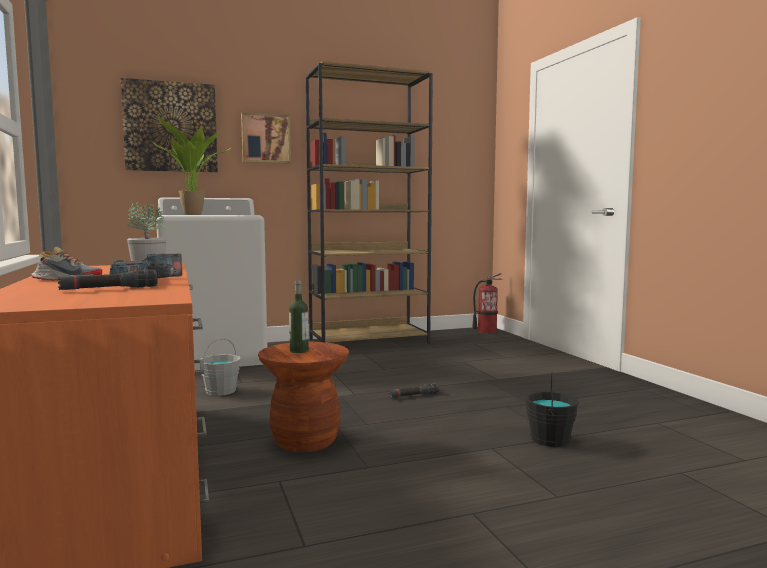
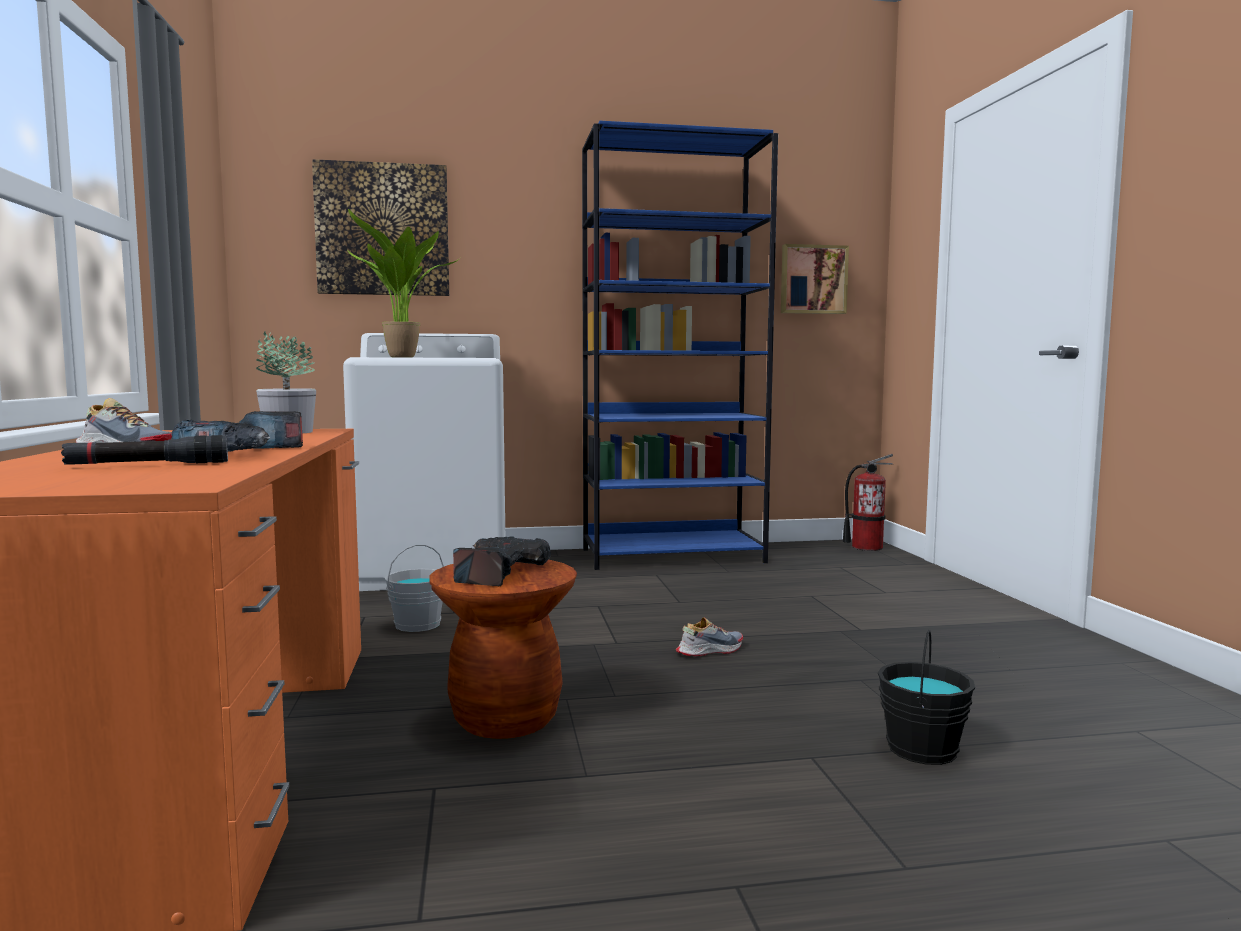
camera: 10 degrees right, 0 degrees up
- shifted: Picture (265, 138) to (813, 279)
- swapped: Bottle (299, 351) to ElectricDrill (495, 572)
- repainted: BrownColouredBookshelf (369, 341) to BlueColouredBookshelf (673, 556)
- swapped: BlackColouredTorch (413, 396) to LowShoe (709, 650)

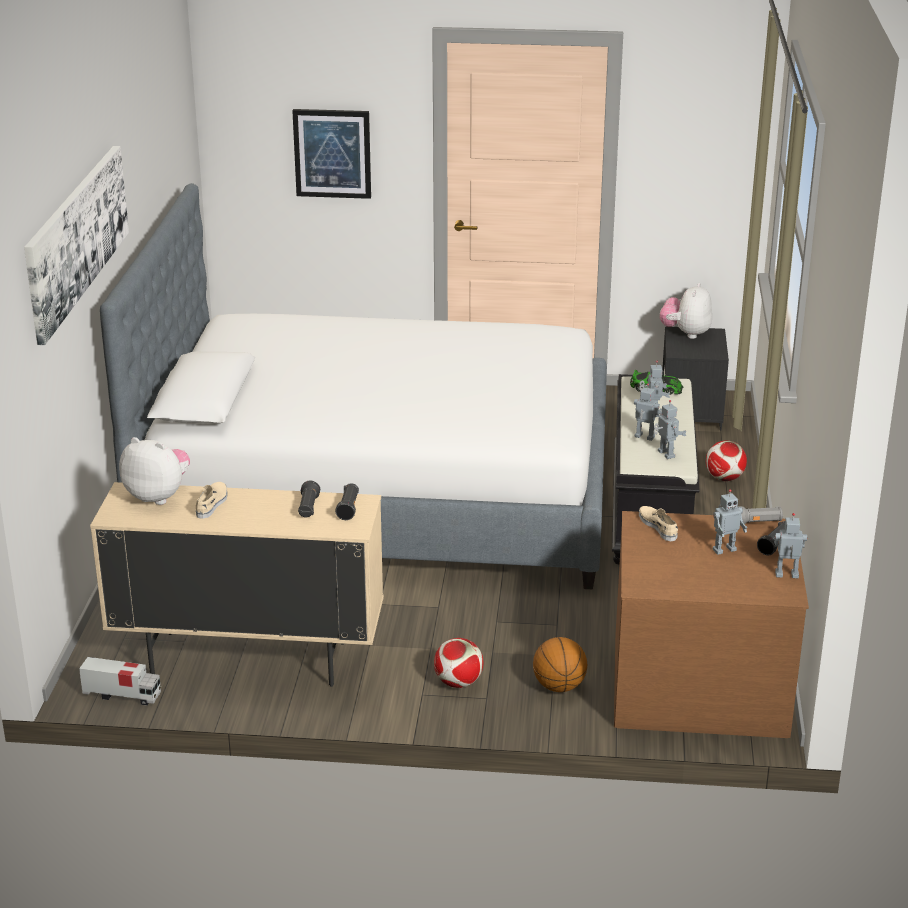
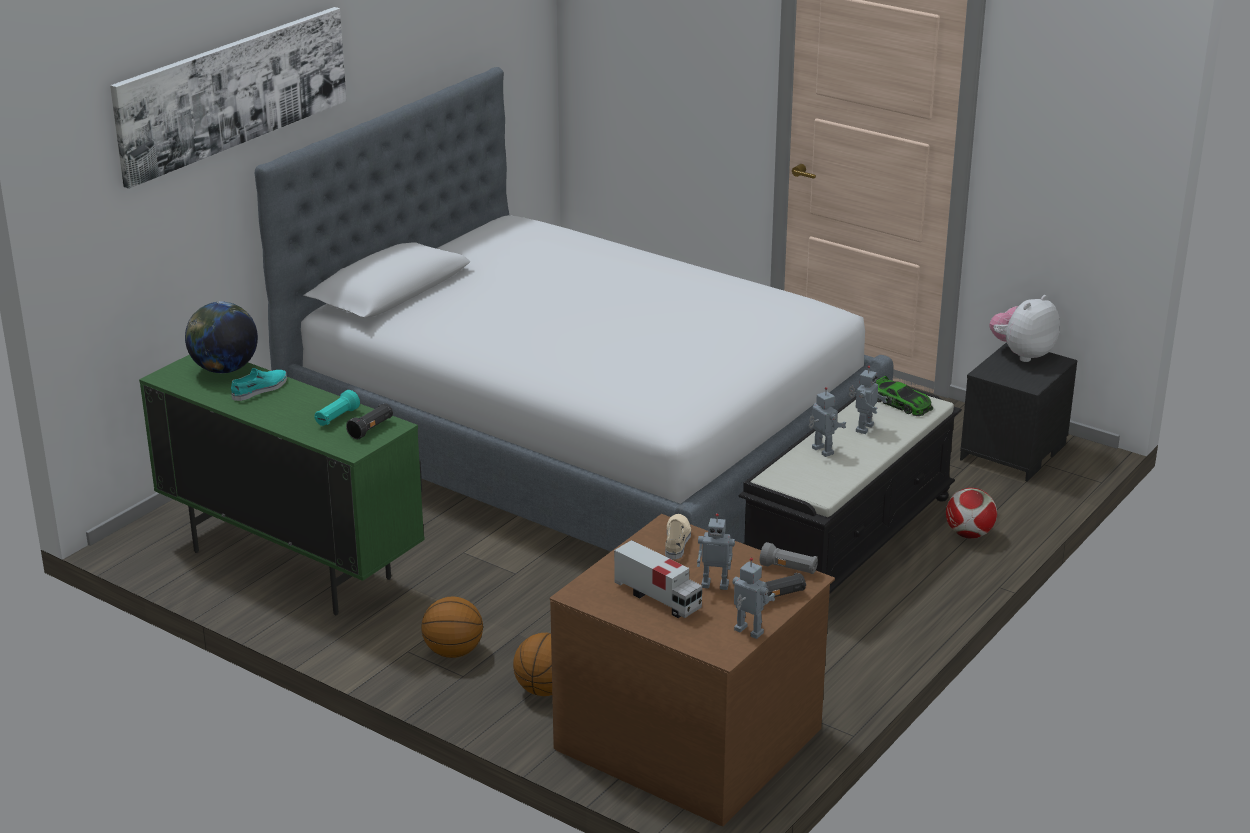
camera: 30 degrees right, 0 degrees up
- shifted: ToyLorry (122, 695) to (658, 598)
- repainted: BeigeColouredCupboard (248, 659) to GreenCupboard (290, 565)
- swapped: SoftToy (158, 496) to WorldGlobe (224, 369)
- repainted: BeigeColouredLowShoe (212, 503) to BlueGreenLowShoe (260, 389)
- gone: Picture (332, 153)
- repainted: BlackColouredTorch (308, 508) to BlueGreenTorch (336, 418)
- swapped: BallForFootball (458, 682) to Basketball (453, 652)
- gone: ModelRobot (665, 454)

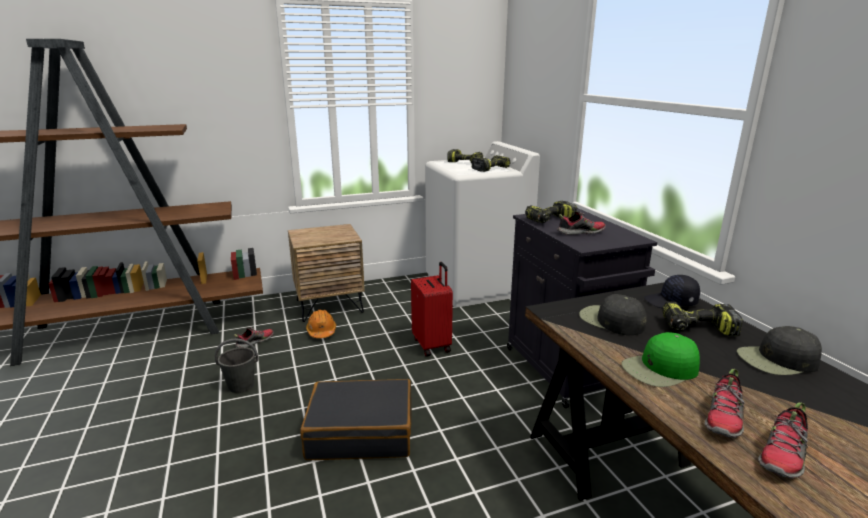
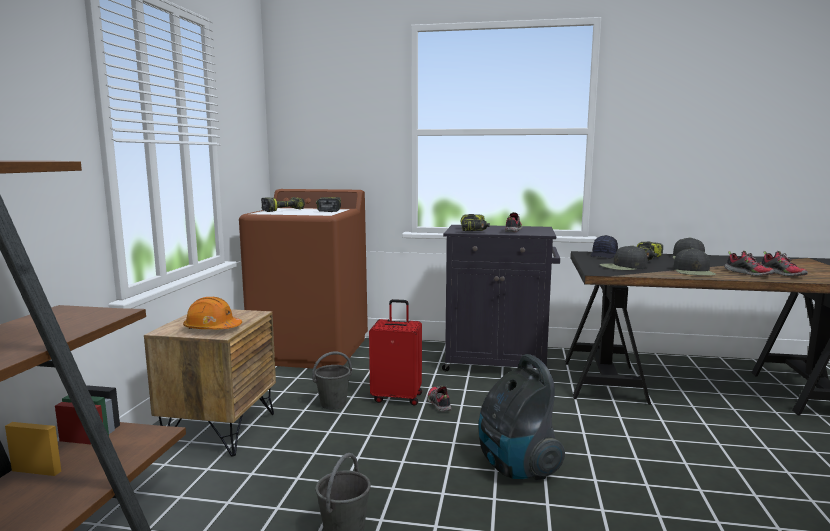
camera: 60 degrees left, 10 degrees down
- shifted: LowShoe (255, 341) to (438, 403)
- swapped: BlackColouredPieceOfLuggage (361, 432) to Vacuum (516, 467)
- shifted: OrangeHardHat (321, 331) to (212, 328)
- repainted: WhiteColouredLaundryMachine (476, 286) to BrownColouredLaundryMachine (311, 350)
- repainted: GreenPeakedCap (660, 369) to BlackColouredPeakedCap (694, 271)
- new: GrayWaterBucket (333, 403)

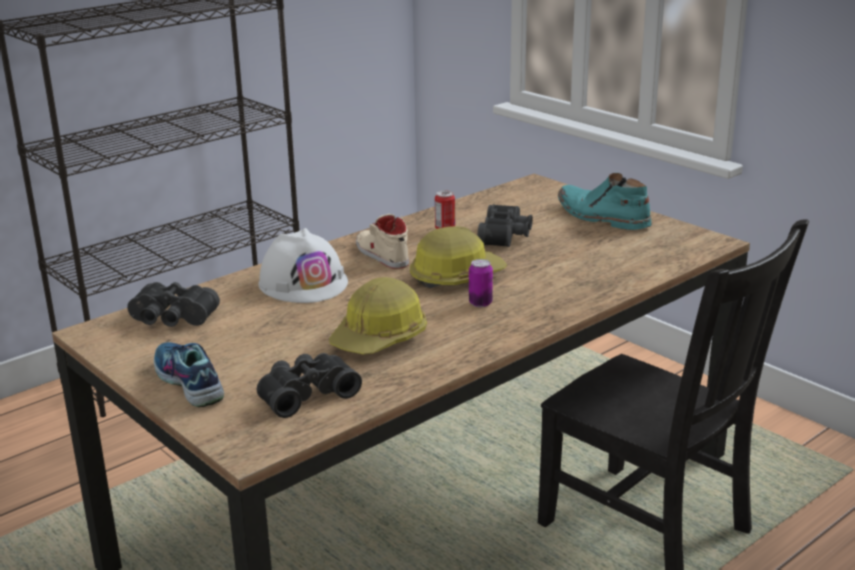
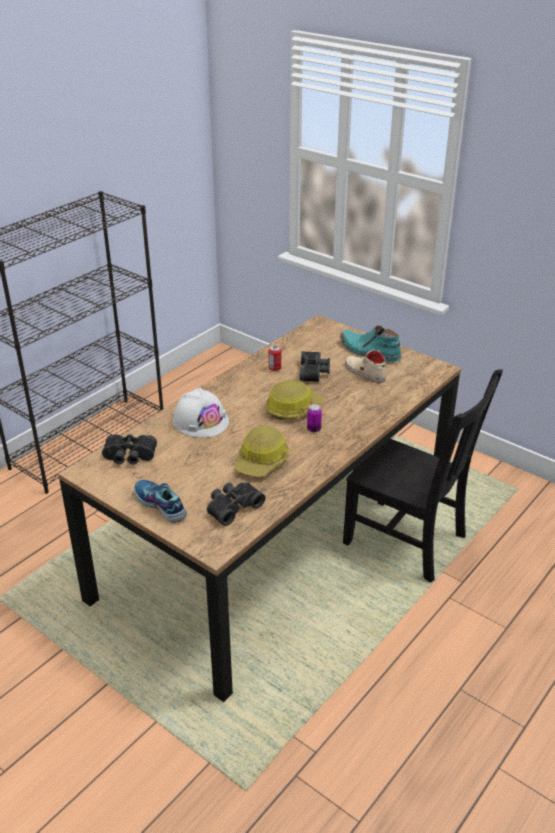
camera: 10 degrees left, 10 degrees up
- shifted: BeigeColouredLowShoe (381, 254) to (364, 372)

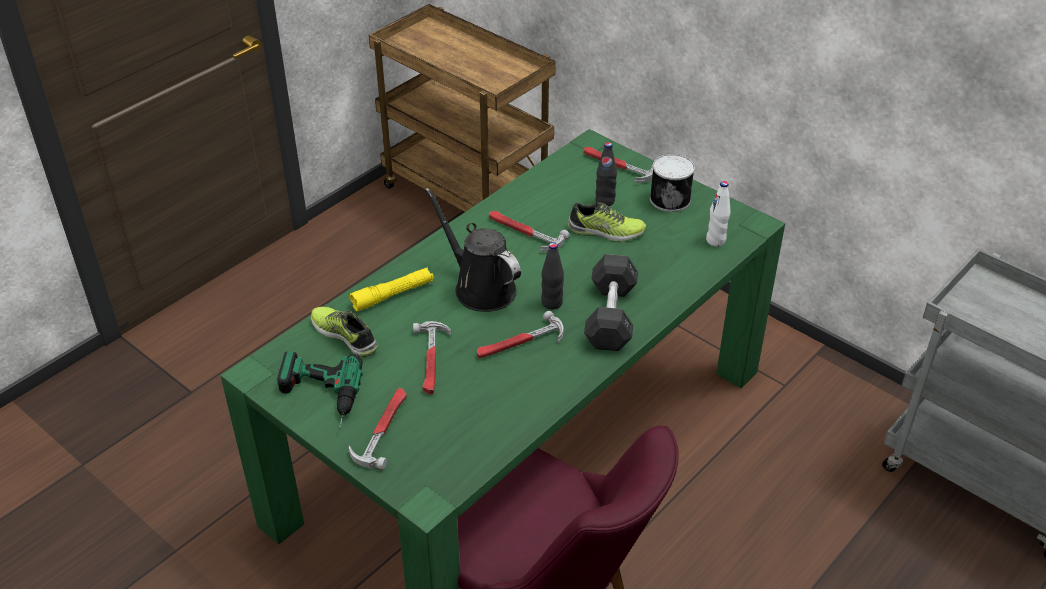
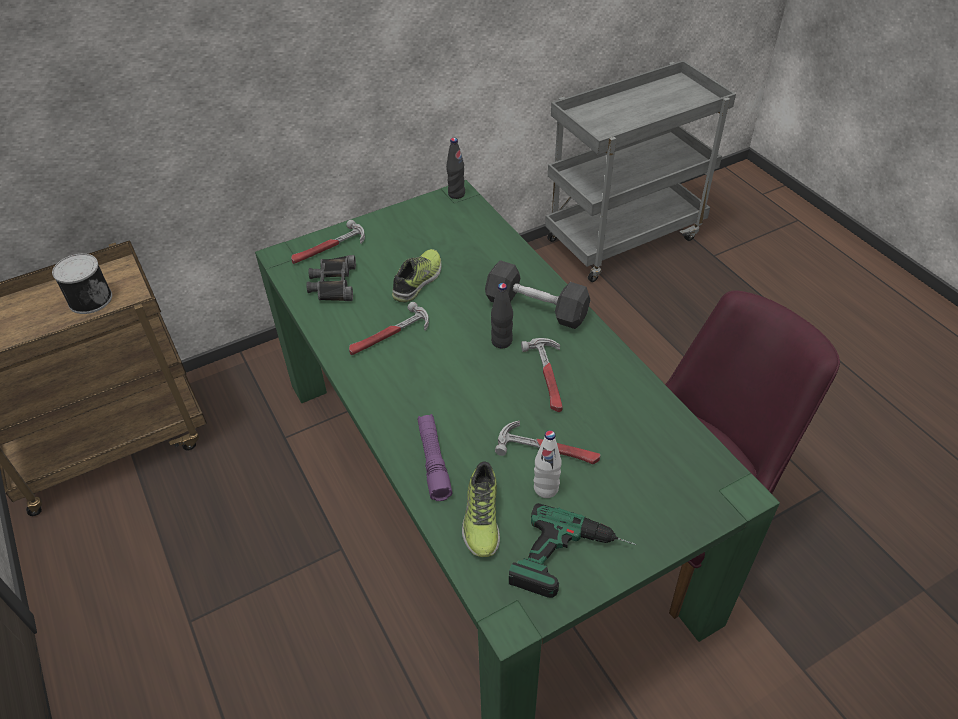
camera: 70 degrees left, 5 degrees up
- rotated: LowShoe (345, 335) = (481, 517) 60 degrees counterclockwise
- gone: HandHammer (382, 429)
- repainted: YellowTorch (393, 295) to PurpleColouredTorch (433, 461)
- gone: BlackColouredSprinklingCan (480, 287)
- shifted: BlackColouredBottle (605, 201) to (456, 194)
- shifted: SealedCan (670, 198) to (90, 299)
- shifted: WhiteColouredBottle (715, 240) to (546, 488)
- new: BlackColouredPairOfBinoculars (333, 284)

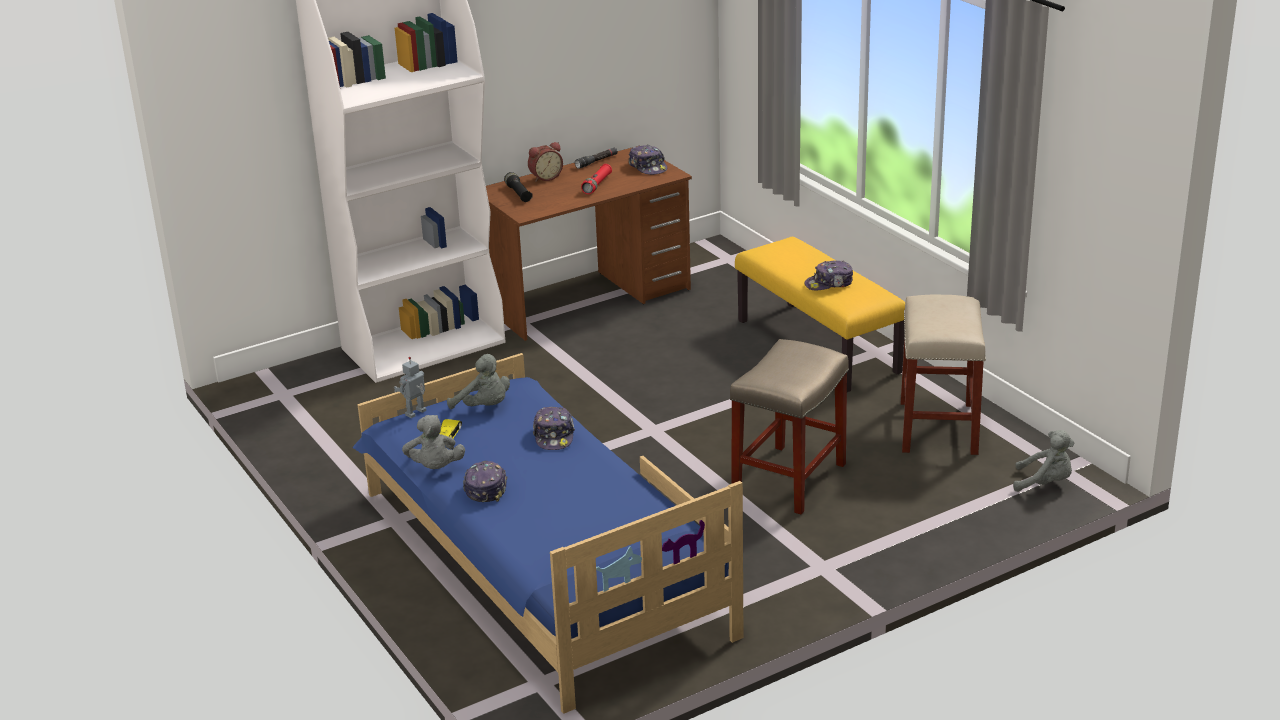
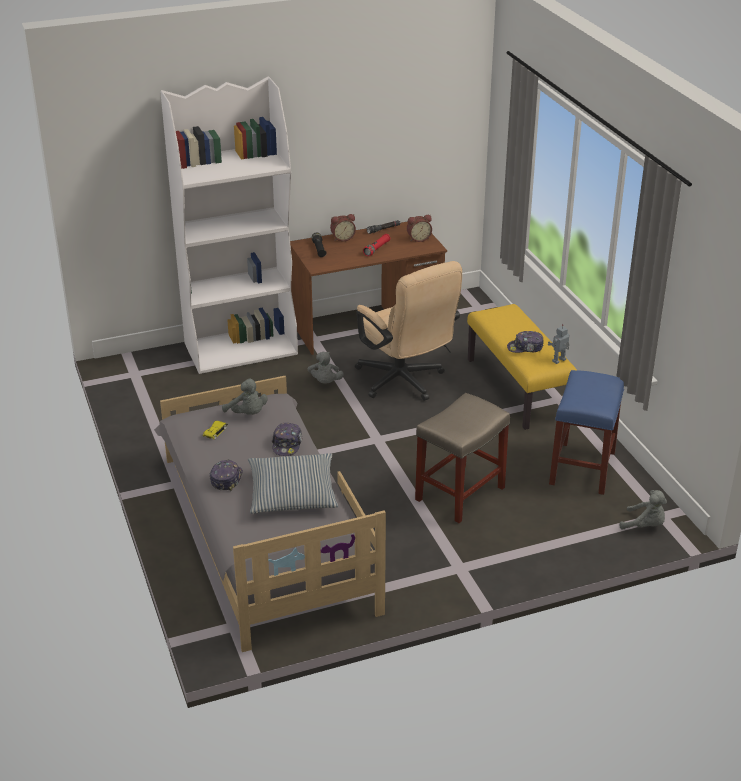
camera: 10 degrees right, 5 degrees up
- repainted: BlueColouredSleepingBed (540, 561) to GraySleepingBed (265, 531)
- shifted: ModelRobot (416, 413) to (559, 361)
- shifted: GraySoftToy (435, 468) to (325, 382)
- swapped: PeakedCap (648, 167) to TableClock (418, 238)
- repainted: BeigeColouredStool (937, 426) to BlueColouredStool (582, 467)
- new: Pillow (292, 493)
- new: BeigeColouredOfficeChair (404, 383)

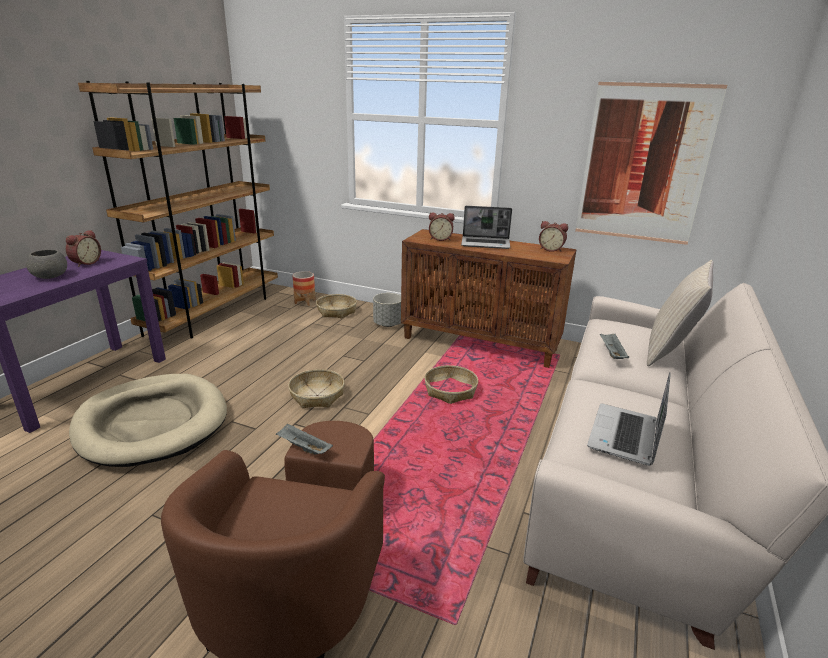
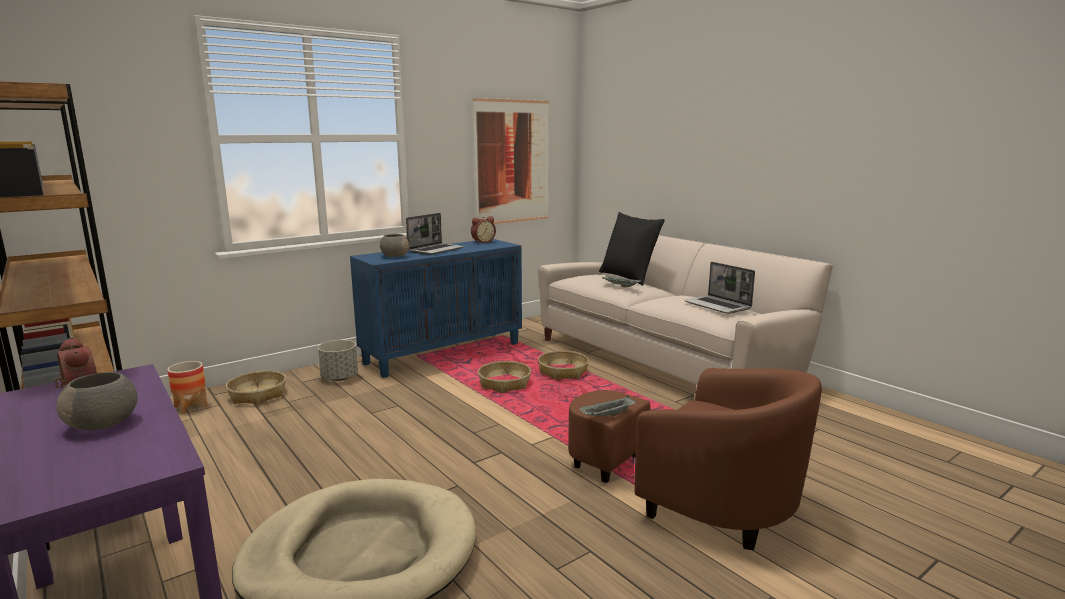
camera: 60 degrees left, 10 degrees down
- shifted: StorageBasket (317, 395) to (563, 372)
- repainted: BrownColouredCupboard (481, 343) to BlueColouredCupboard (444, 353)
- swapped: TableClock (440, 239) to GrayBowl (394, 256)
- repainted: BeigeColouredPillow (670, 351) to BlackColouredPillow (629, 277)

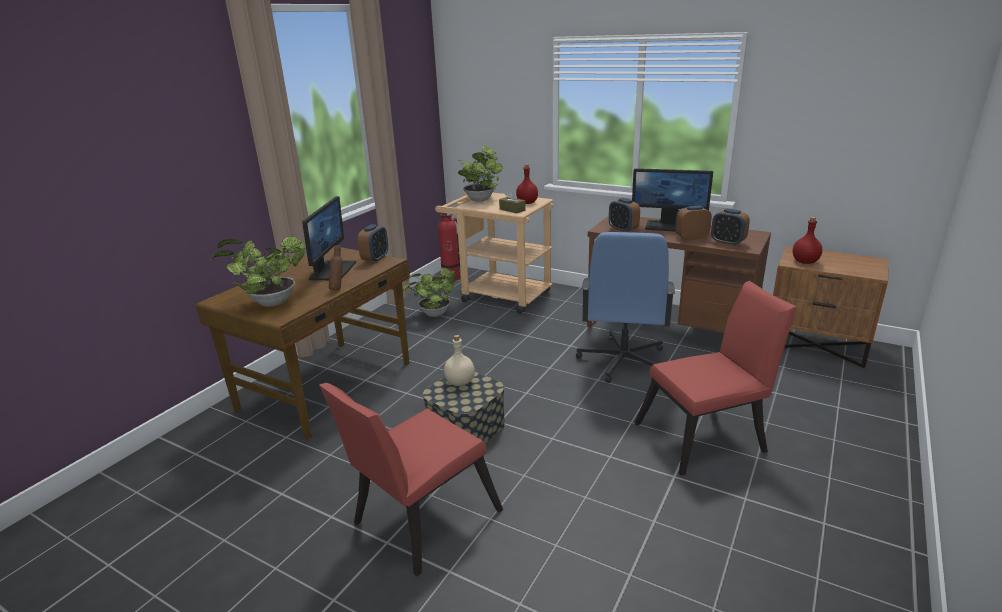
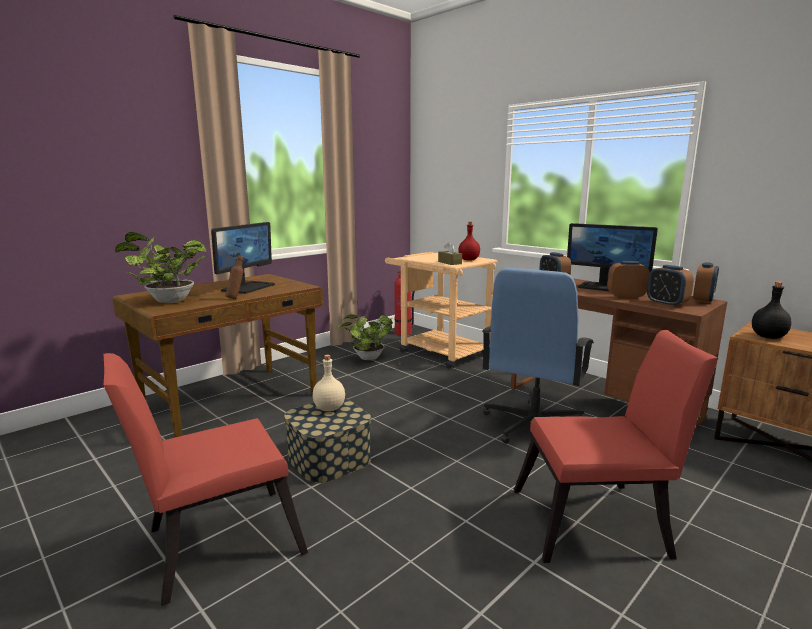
camera: 15 degrees right, 10 degrees down
- shifted: TableClock (375, 258) to (703, 300)
- gone: Houseplant (481, 199)
- repainted: RedBottle (804, 262) to BlackColouredBottle (767, 337)

